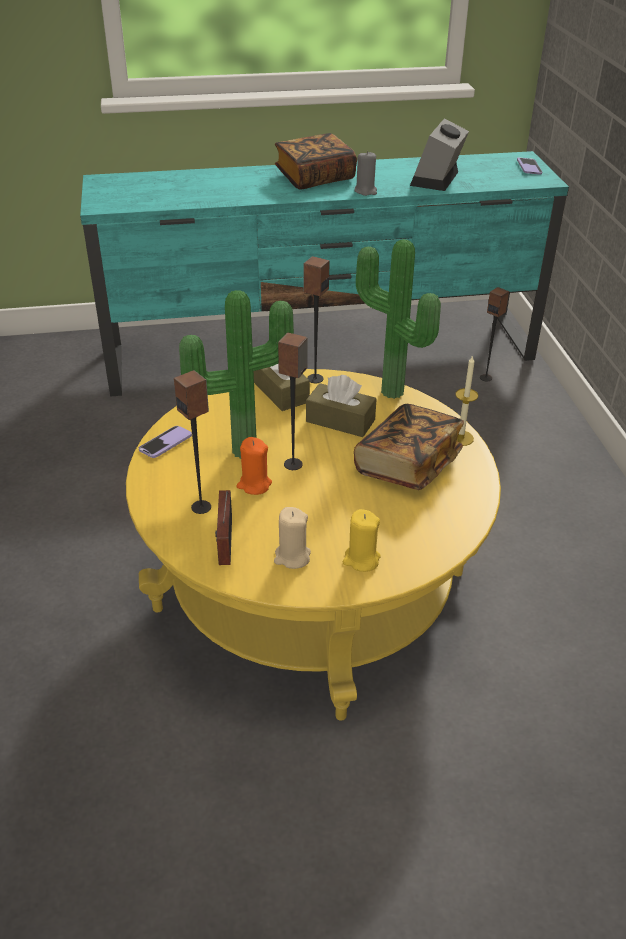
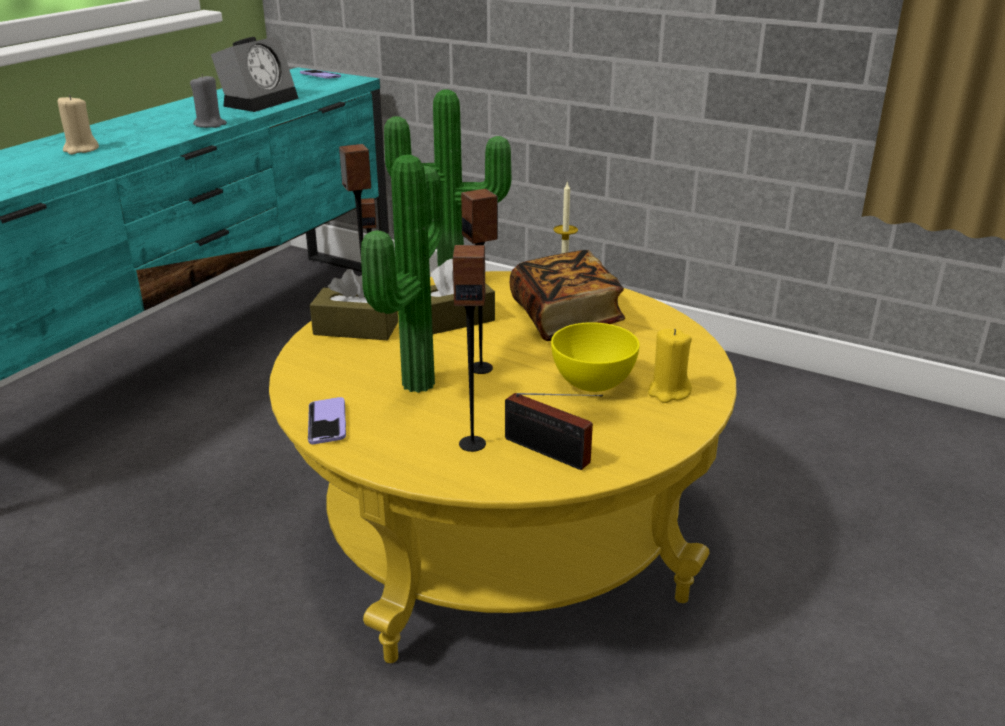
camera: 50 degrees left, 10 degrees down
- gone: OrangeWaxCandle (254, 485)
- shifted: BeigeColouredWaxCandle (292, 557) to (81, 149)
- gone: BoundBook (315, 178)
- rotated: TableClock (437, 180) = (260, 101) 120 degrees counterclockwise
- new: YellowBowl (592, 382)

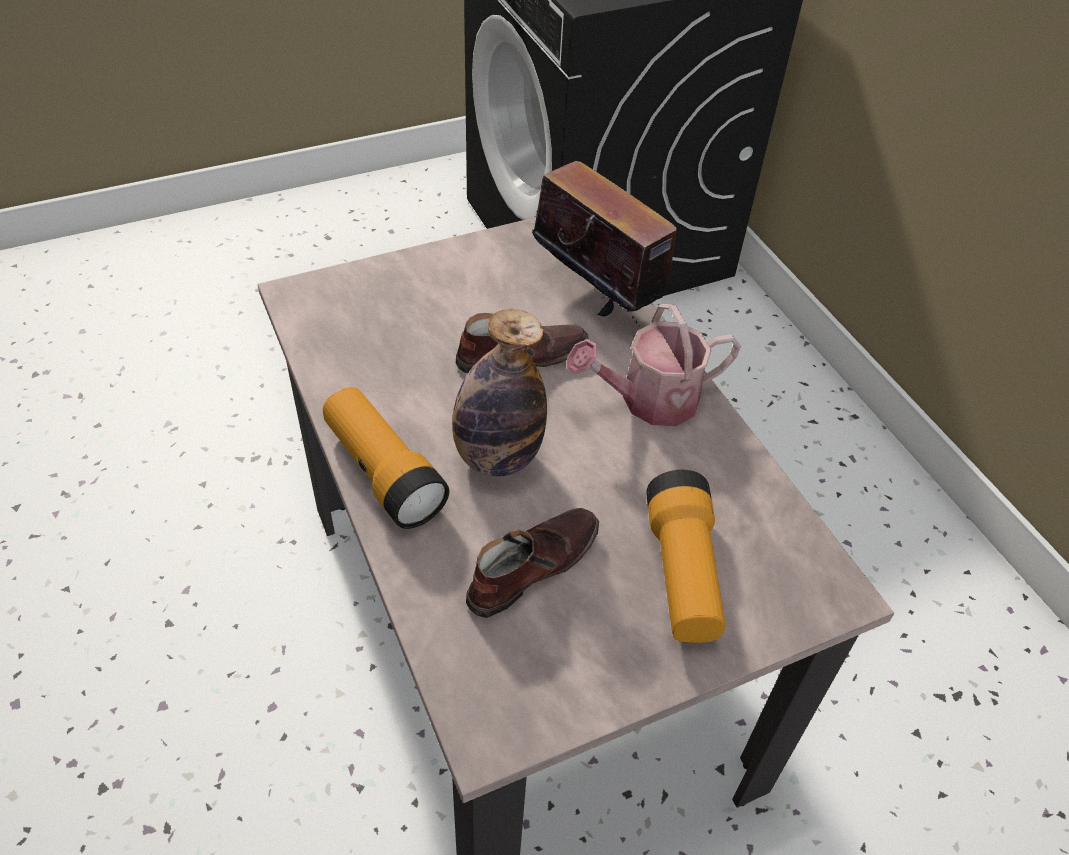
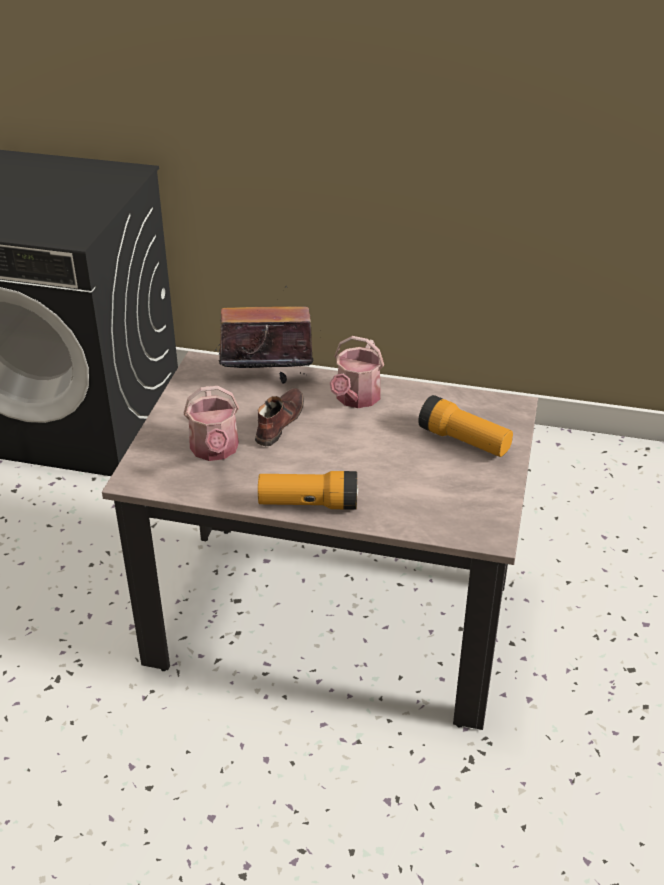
camera: 50 degrees left, 10 degrees down
- gone: Bottle (497, 457)
- gone: BrownColouredLowShoe (531, 566)
- new: SprinklingCan (215, 450)

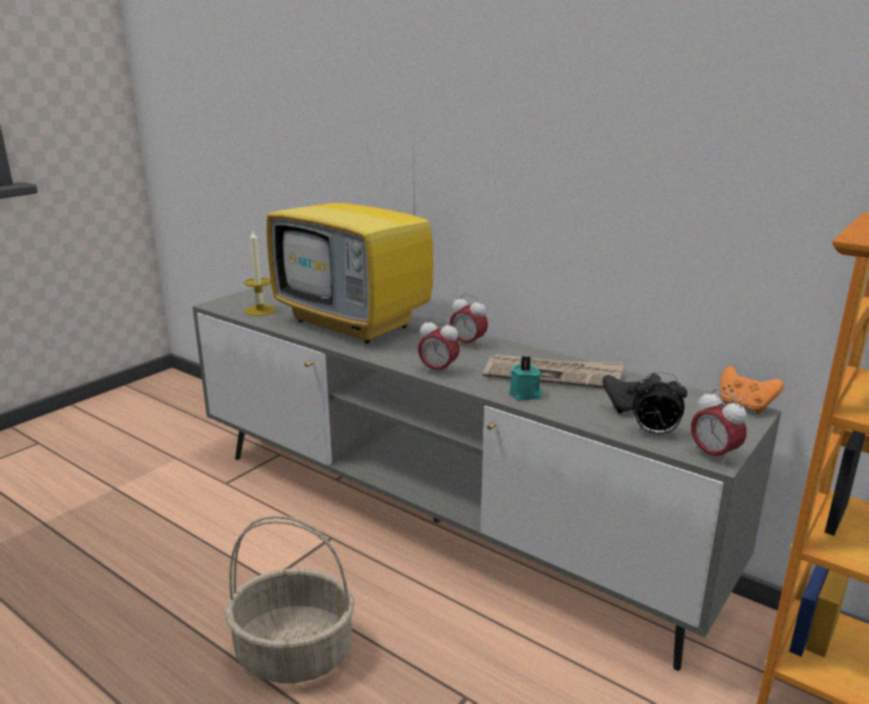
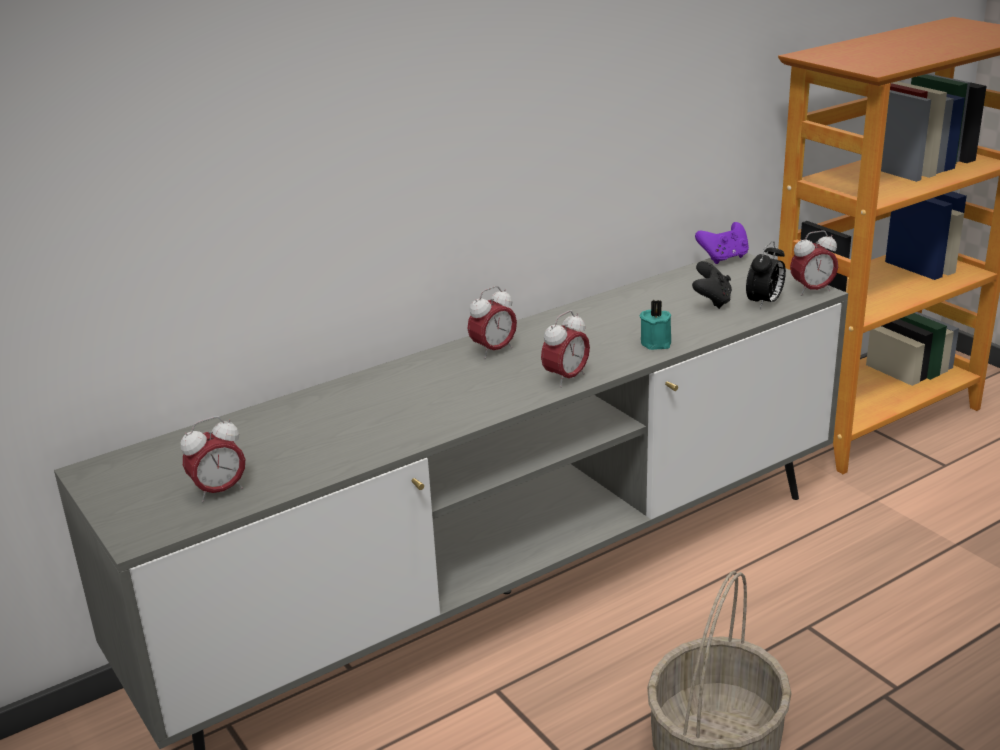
camera: 70 degrees left, 5 degrees up
- swapped: WaxCandle (260, 310) to TableClock (219, 491)
- gone: TvSet (356, 324)
- gone: DailyPaper (553, 375)
- repainted: OrangeGameController (744, 406) to PurpleColouredGameController (724, 258)

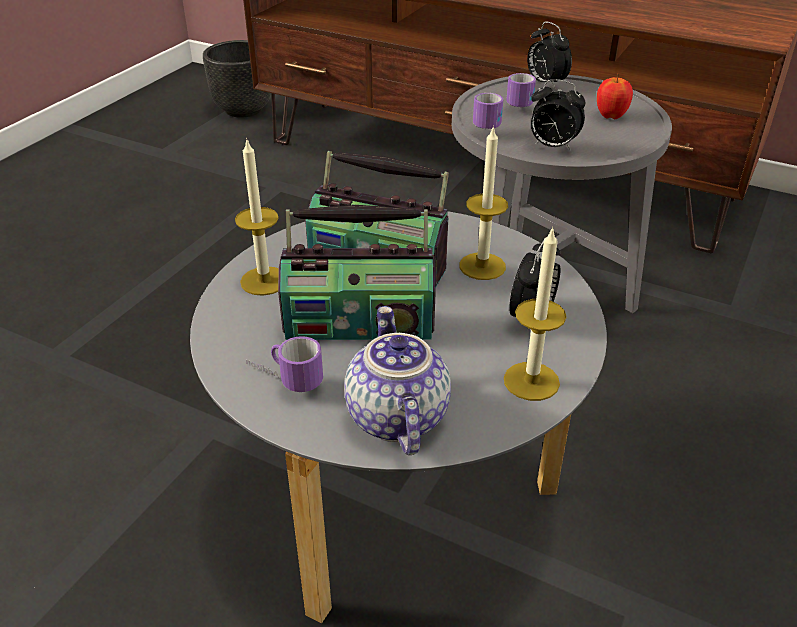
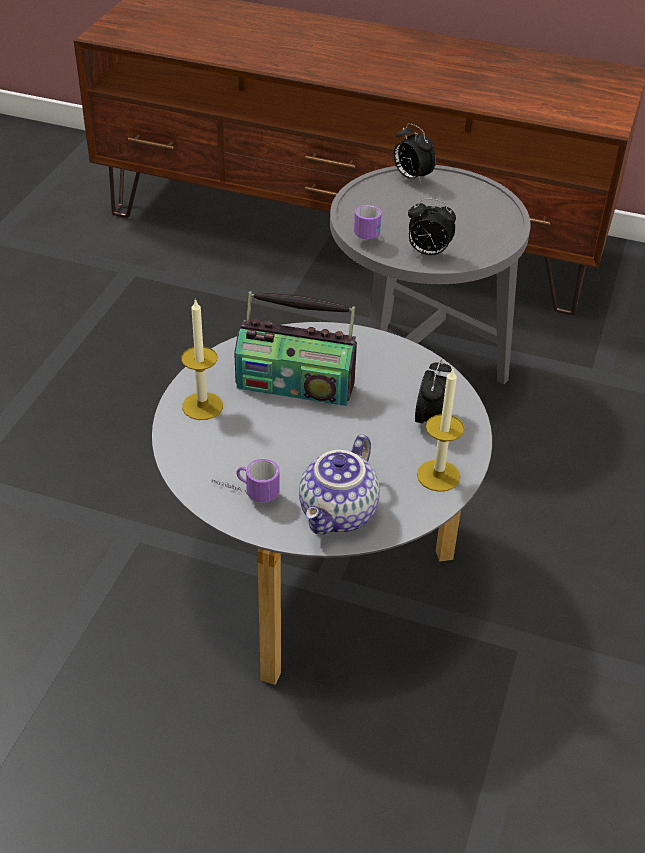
camera: 10 degrees left, 5 degrees up
- gone: BlackColouredPlanter (243, 109)
- gone: RadioSet (359, 323)
- rotated: TeaPot (394, 417) = (339, 514) 135 degrees counterclockwise
- gone: WaxCandle (482, 266)
- gone: TeaMug (521, 103)
- gone: AppleFruit (611, 116)

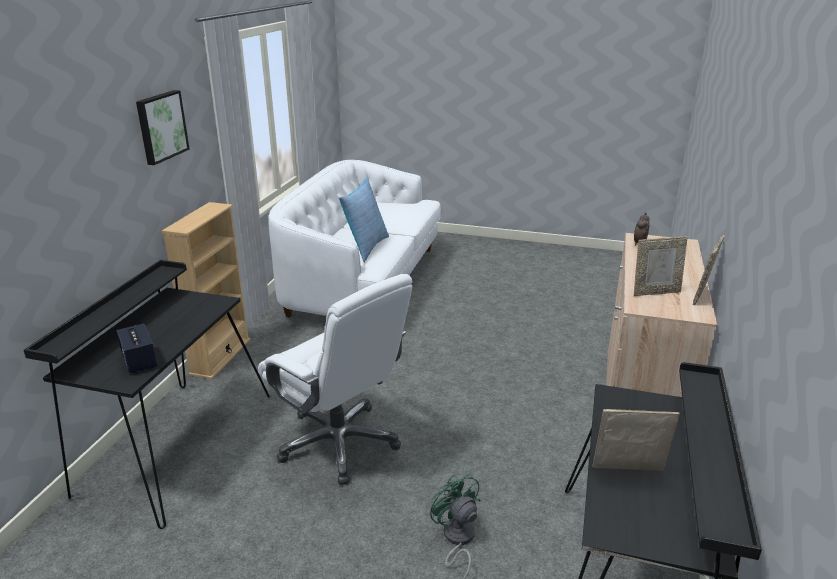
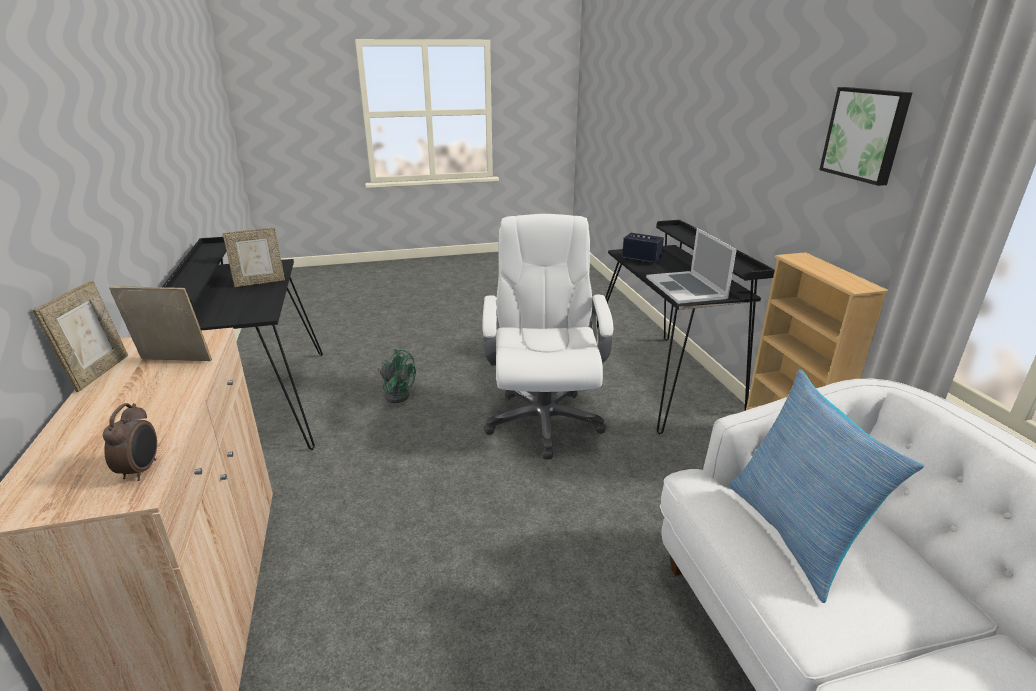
camera: 150 degrees right, 0 degrees up
- rotated: WhiteColouredOfficeChair (339, 442) = (543, 420) 75 degrees clockwise
- rotated: StandingFrame (655, 292) = (173, 362) 45 degrees clockwise
- new: Laptop (686, 287)

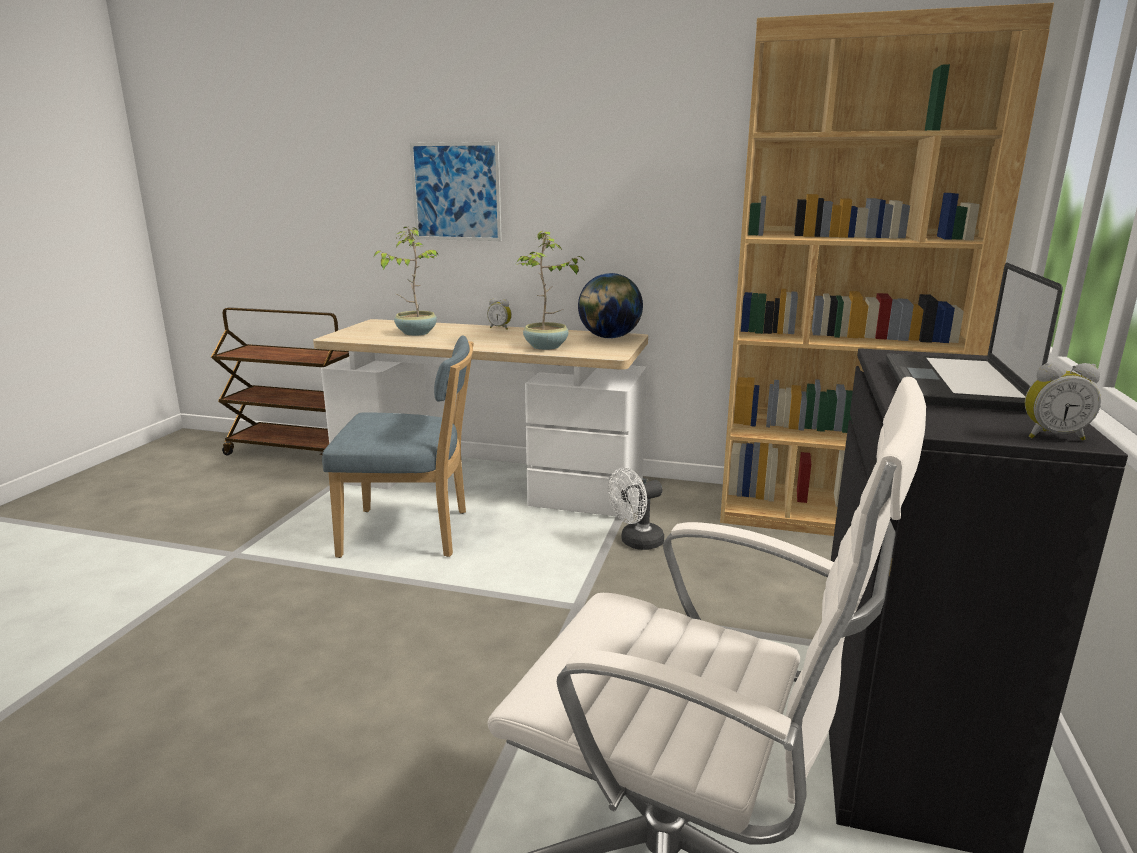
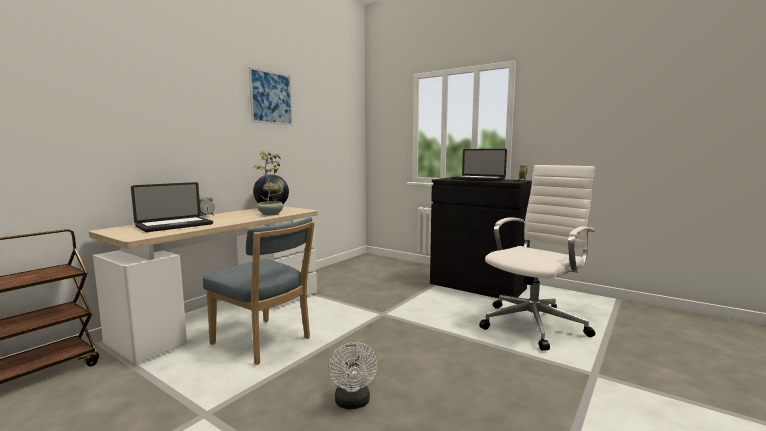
camera: 70 degrees left, 10 degrees down
- rotated: BlueColouredUprightChair (412, 533) = (264, 342) 105 degrees clockwise
- swapped: Houseplant (415, 333) to Laptop (175, 225)
- shifted: Picture (456, 192) to (271, 98)
- shifted: WhiteColouredCoolingFan (636, 542) to (353, 403)
- gone: BrownColouredBookshelf (829, 517)

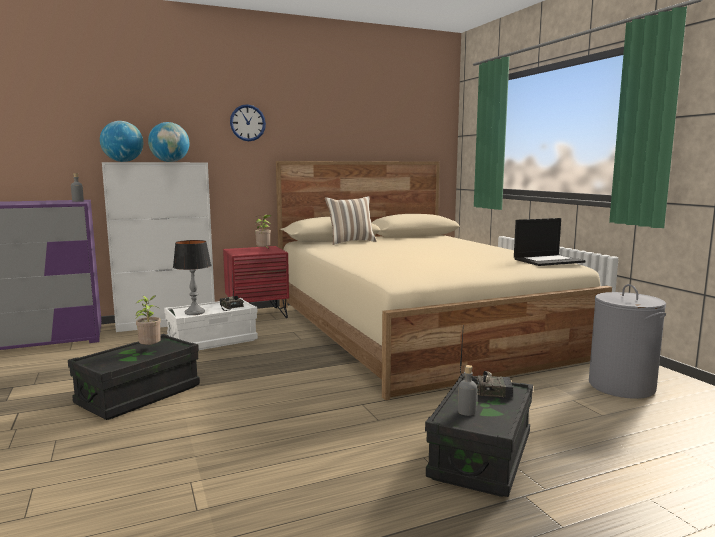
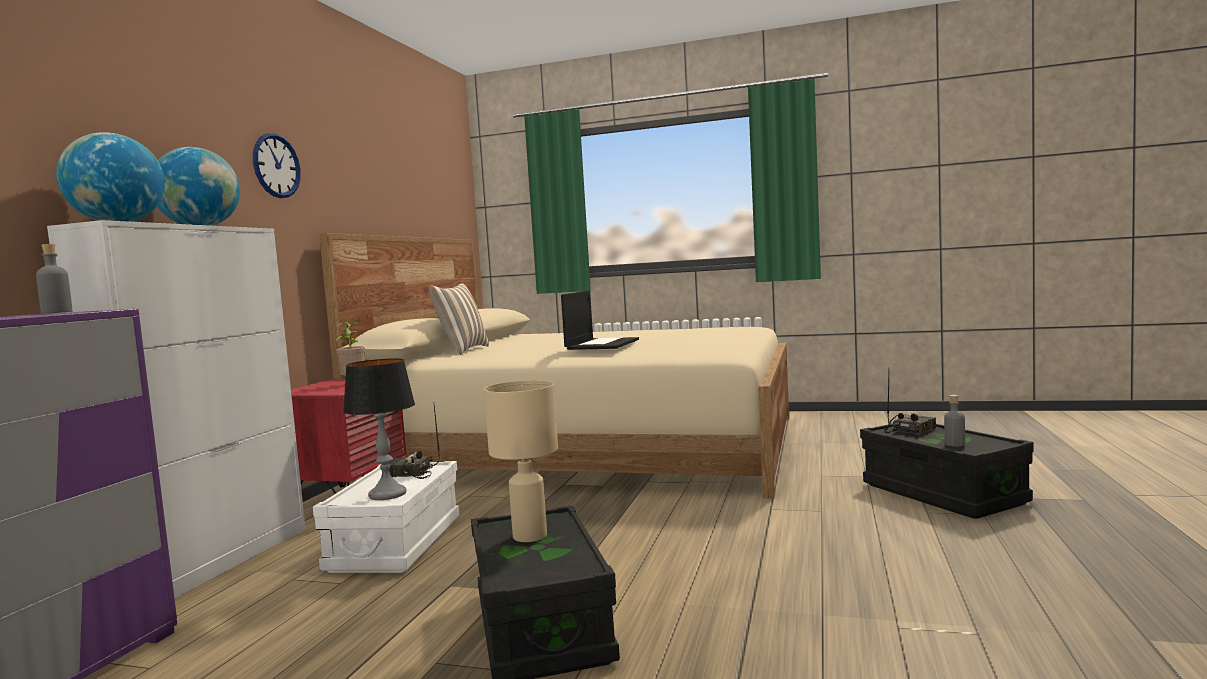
camera: 50 degrees left, 5 degrees down
- swapped: Houseplant (150, 349) to BeigeColouredTabletopLamp (529, 535)
- shifted: Laptop (548, 260) to (602, 344)
- gone: GrayWashingBasket (622, 386)

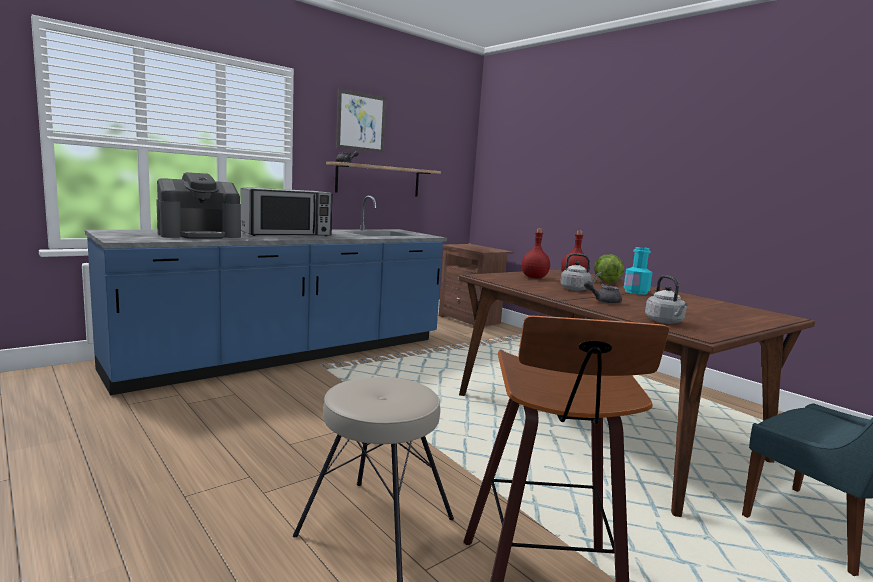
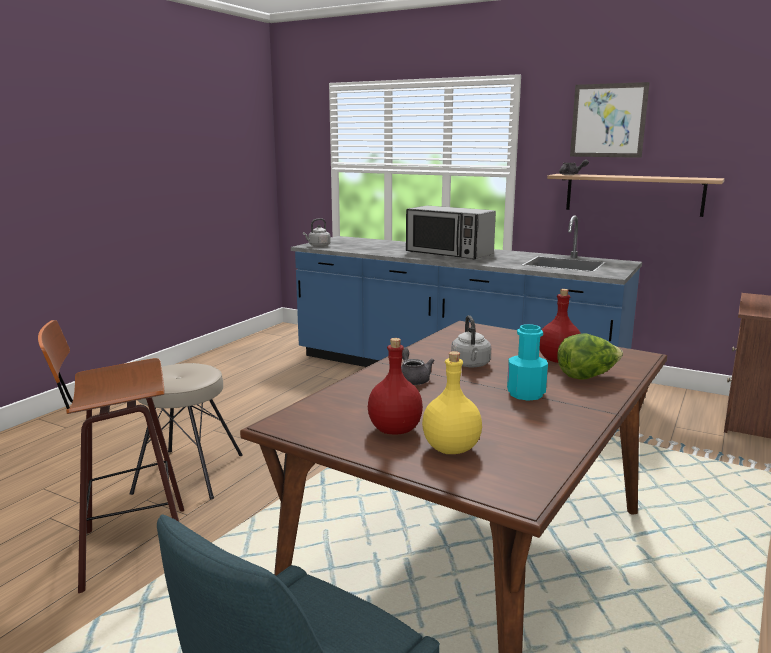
camera: 70 degrees right, 5 degrees up
- gone: CoffeeMachine (200, 235)
- shifted: RedBottle (534, 278) to (394, 430)
- shifted: GrayKettle (665, 322) to (318, 246)
- new: YellowBottle (451, 449)

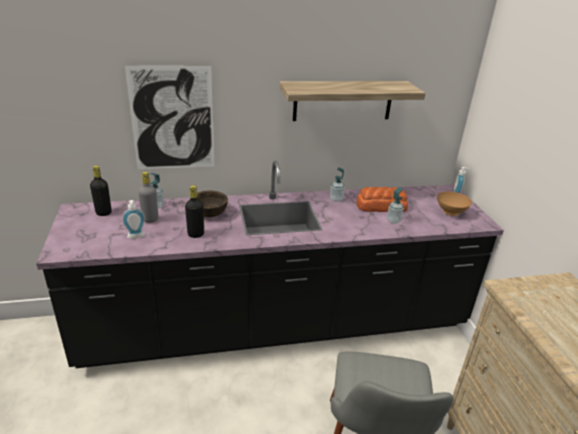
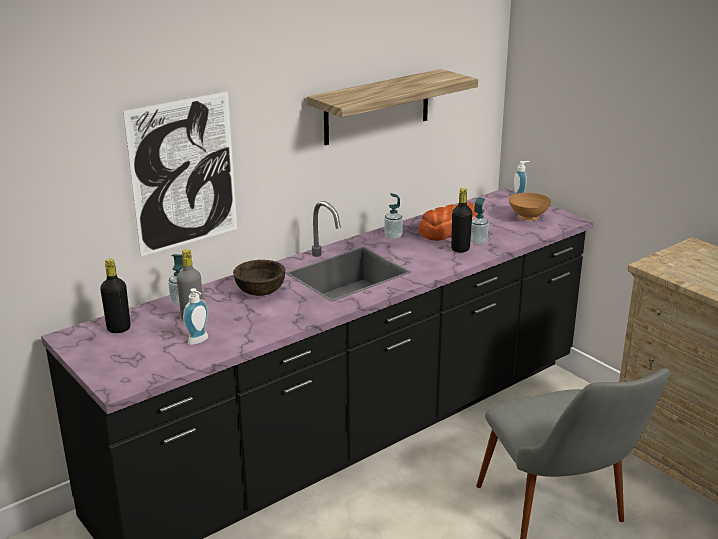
camera: 25 degrees left, 5 degrees down
- shifted: BlackColouredBottle (196, 234) to (460, 249)

